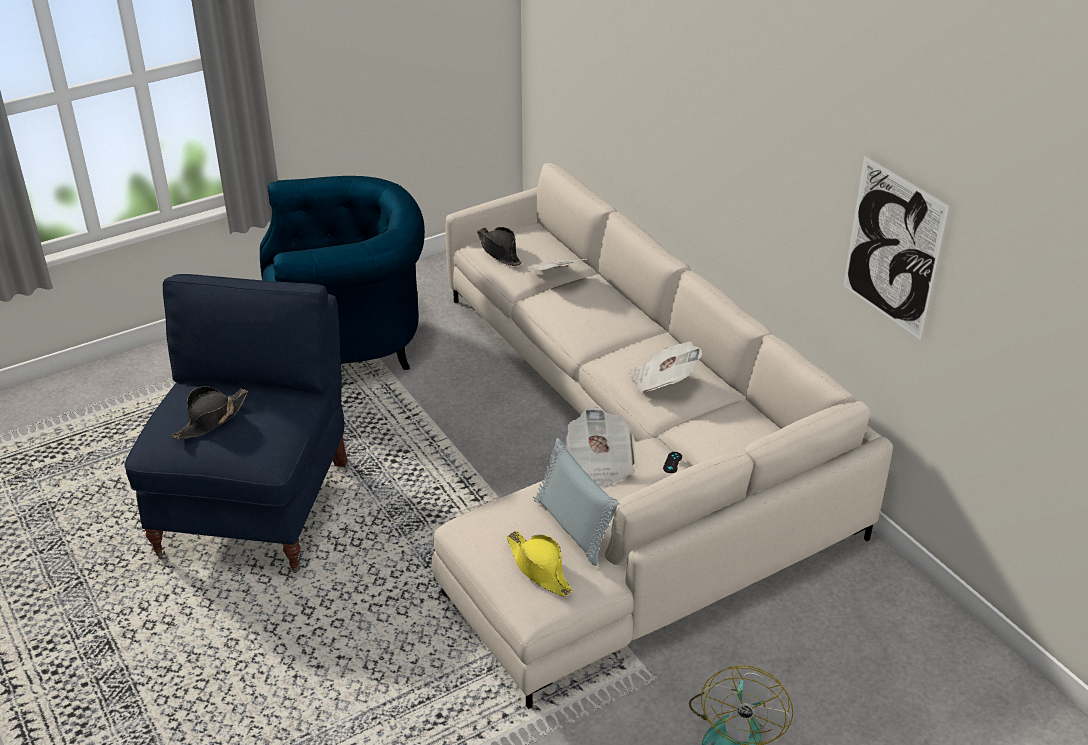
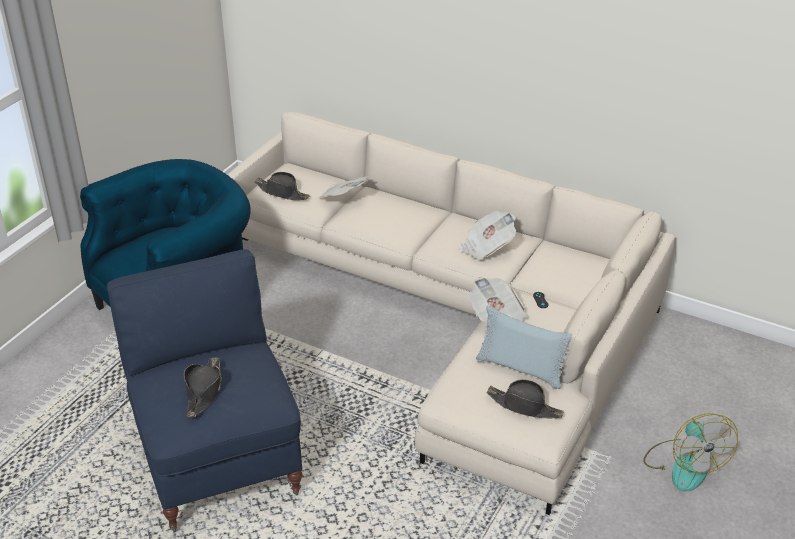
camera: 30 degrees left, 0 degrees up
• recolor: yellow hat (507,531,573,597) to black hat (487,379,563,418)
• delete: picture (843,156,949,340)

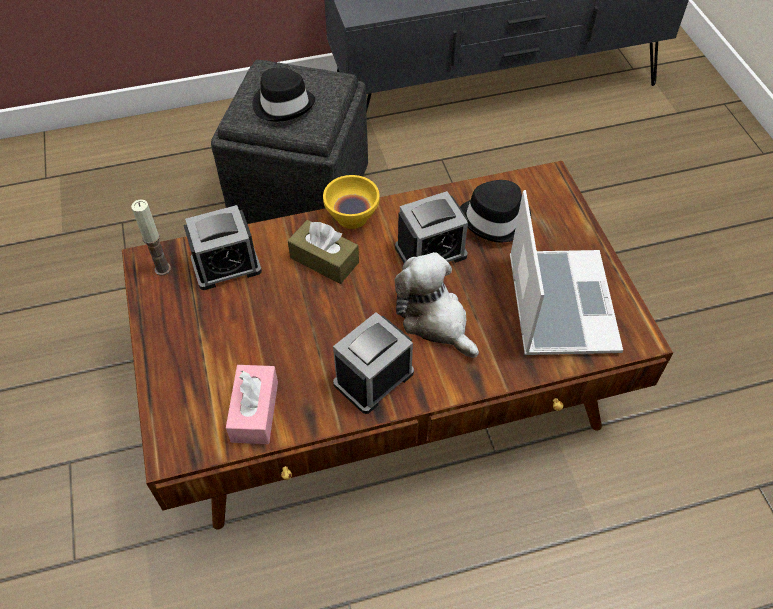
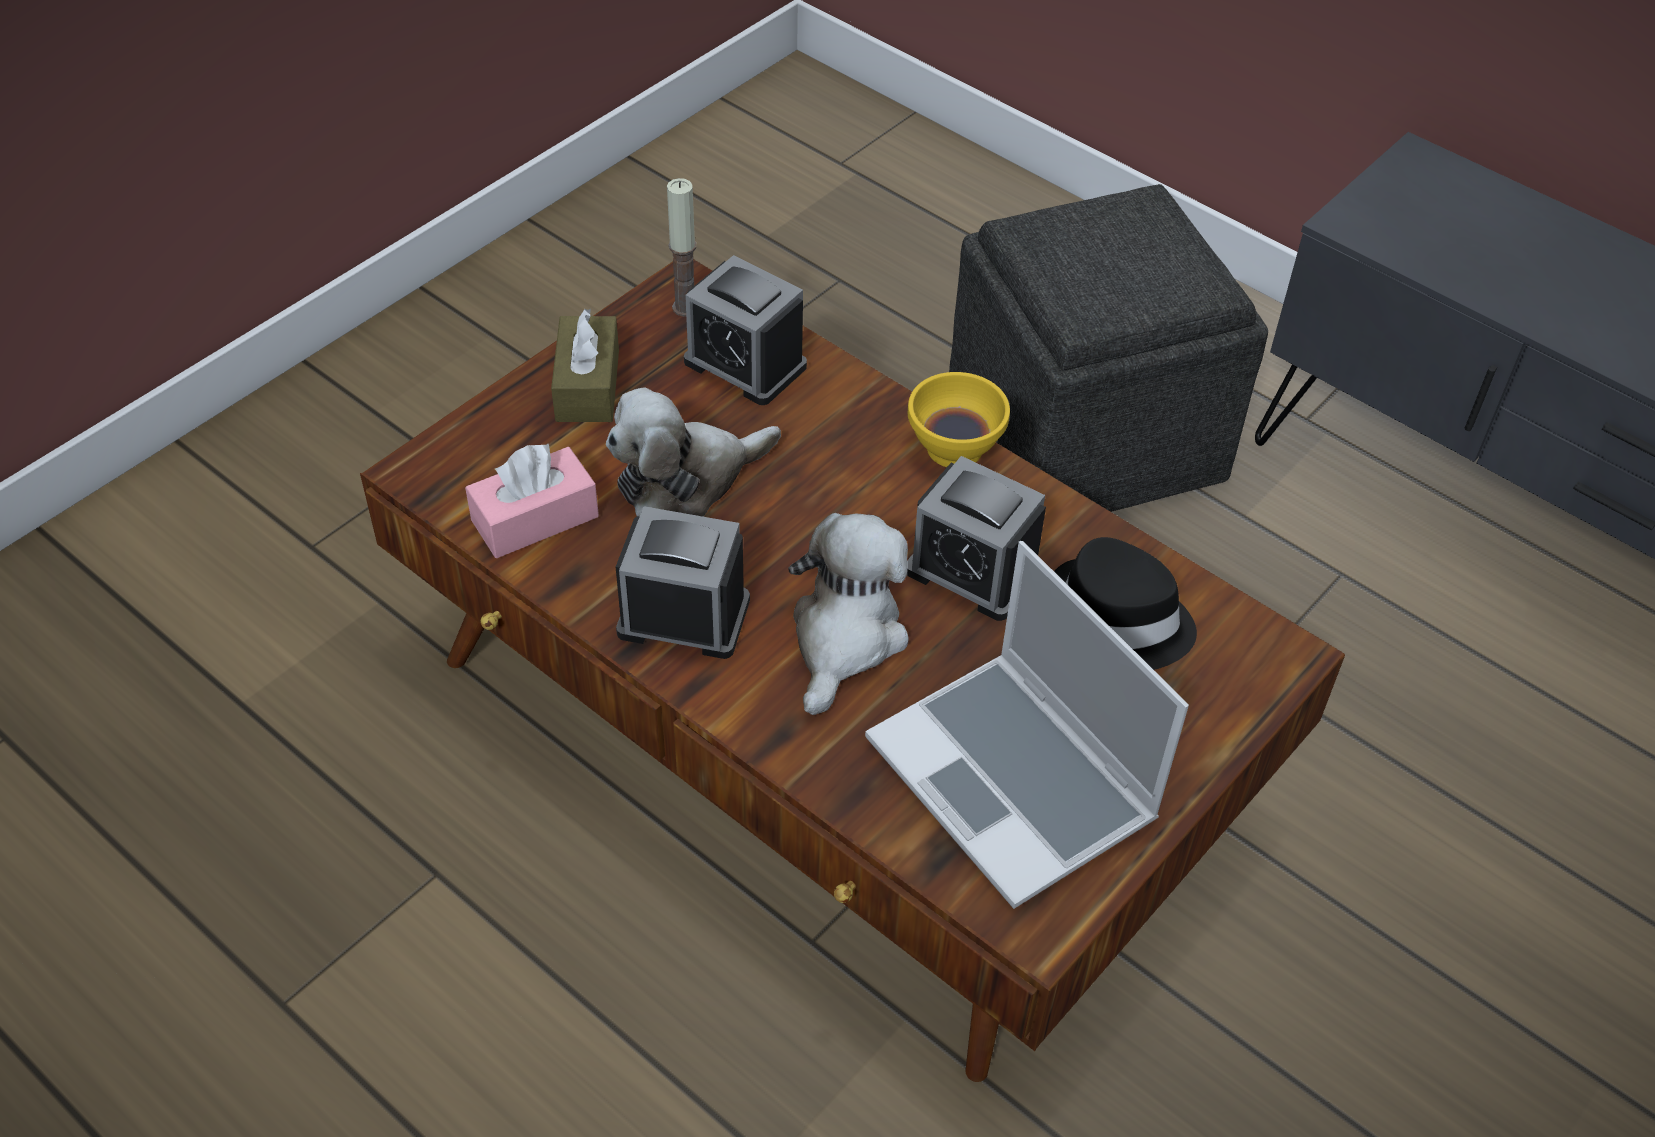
camera: 55 degrees right, 5 degrees down
• move: brown tissue box (287,220,359,284) to (551,309,619,422)
• insert: plush toy (606,388,781,517)
• rotate: laptop (510,190,623,355) = (865,541,1189,909) 90 degrees clockwise
• delete: black hat (252,67,315,122)

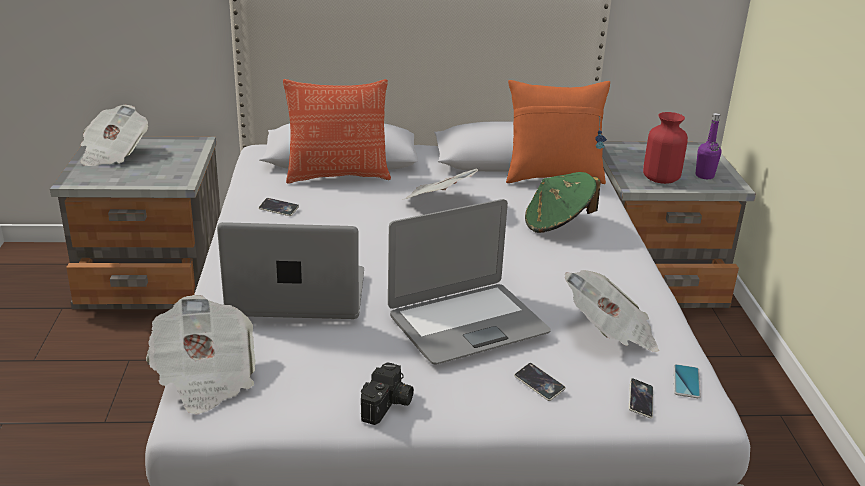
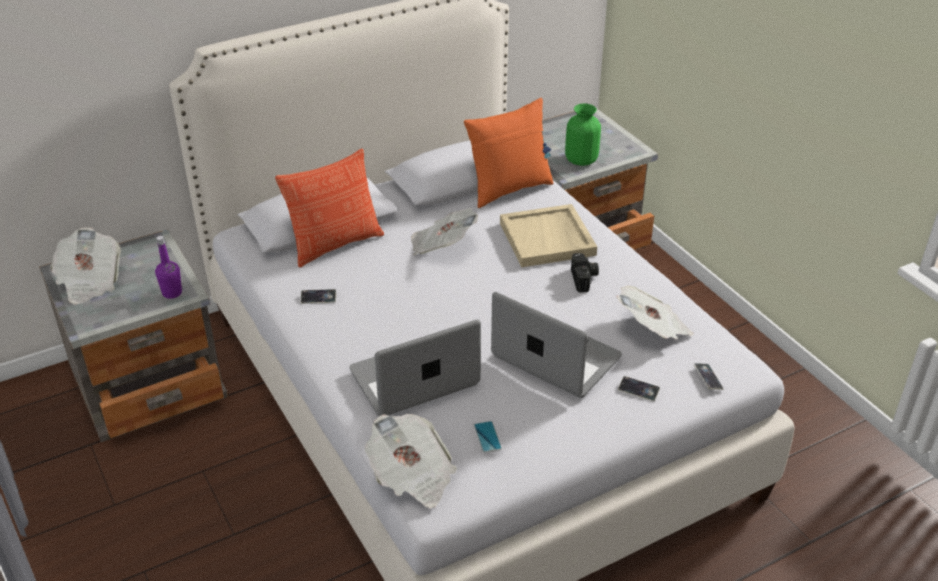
camera: 25 degrees left, 10 degrees up
• move: purple bottle (695,113,722,179) to (155,236,182,299)
• move: phone (674,364,701,398) to (473,421,502,453)
• rotate: laptop (388,199,551,364) = (491,292,622,398) 90 degrees counterclockwise
• replace: green hat (525,172,601,233) to beige tray (500,204,597,267)
• recolor: red vase (643,112,688,184) to green vase (565,104,601,166)
• move: photo camera (361,362,414,425) to (571,253,599,293)

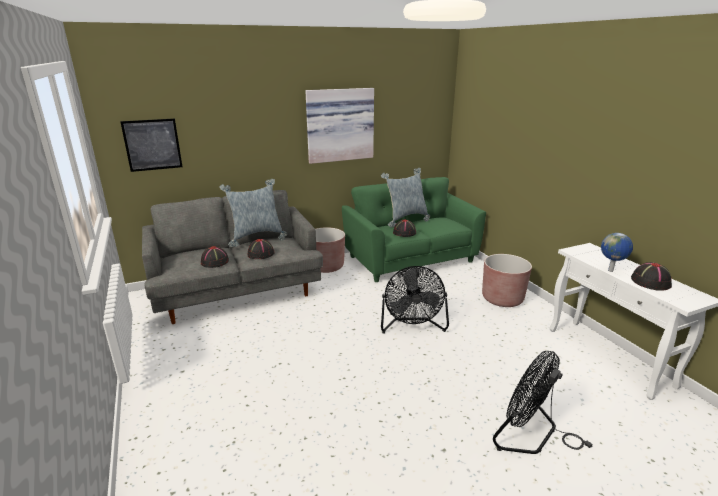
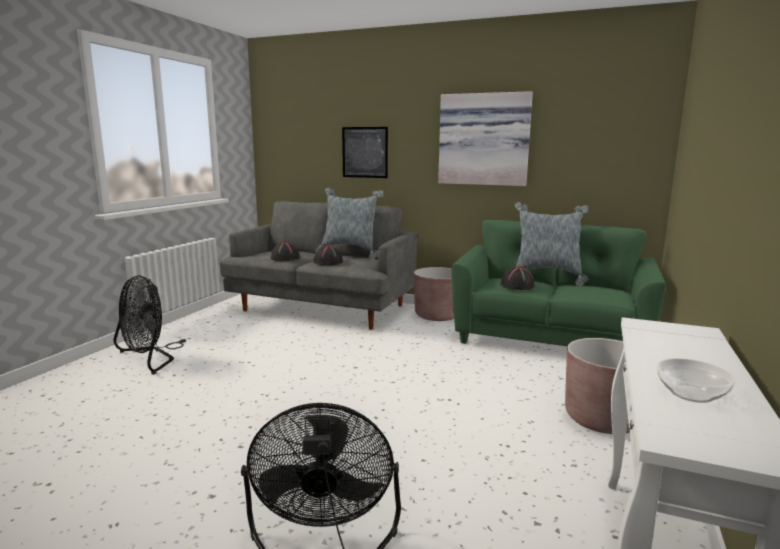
camera: 45 degrees right, 10 degrees down
• move: black fan (381,266,449,334) to (113,275,187,375)
• move: picture (120,119,182,172) to (342,127,388,178)
• replace: black hat (631,262,672,291) to bowl (657,358,735,403)
• delete: globe (601,233,633,272)

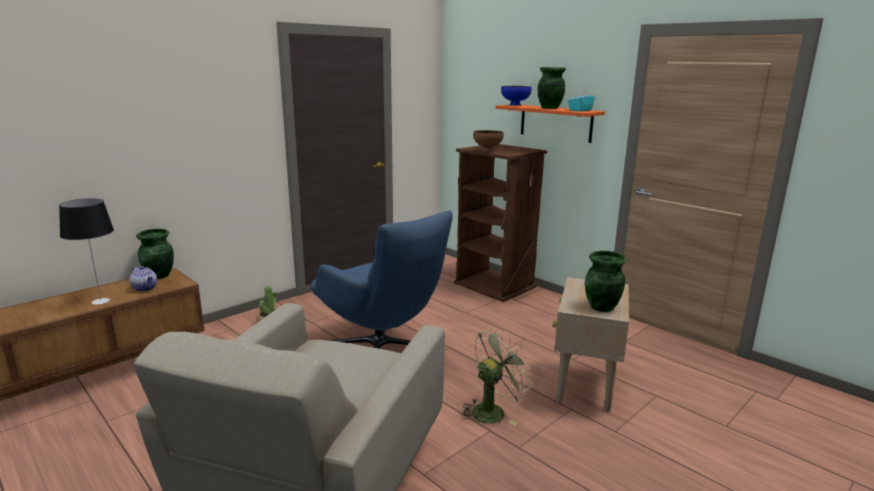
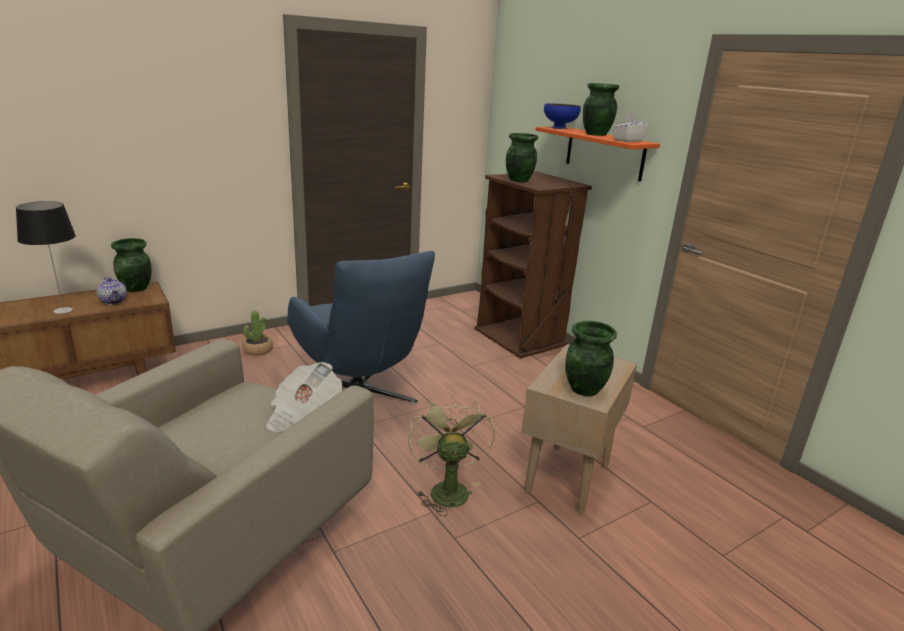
camera: 10 degrees right, 5 degrees up
• insert: newspaper (266,362,343,432)
• rotate: green fan (461,328,533,425) = (408,396,495,516) 75 degrees counterclockwise
• replace: brown bowl (473,130,504,152) to green vase (506,133,538,182)
• recolor: turquoise tissue box (568,90,595,112) to white tissue box (612,114,649,142)

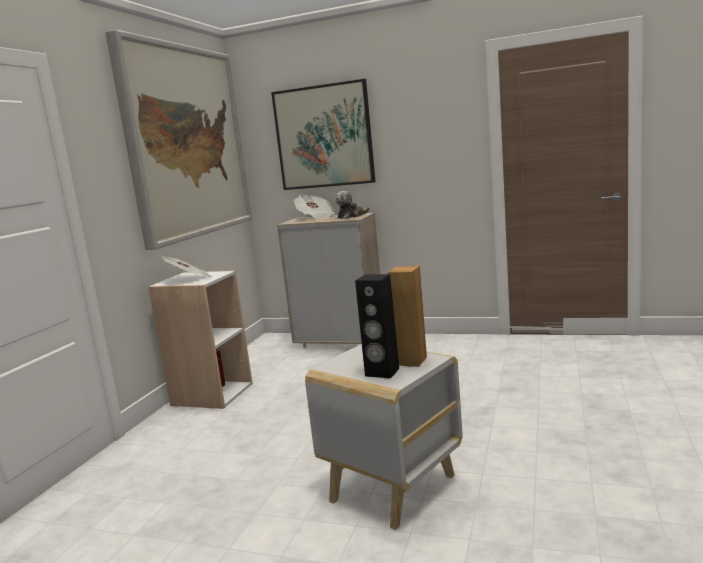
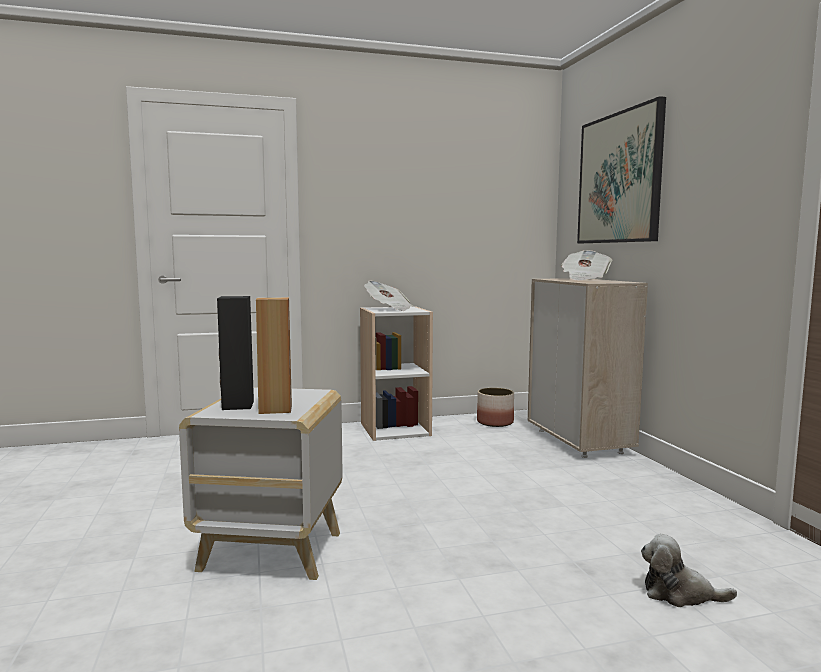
camera: 55 degrees right, 5 degrees down
• insert: planter (477,388,514,427)
• move: plush toy (335,191,369,219) to (641,534,737,607)
• delete: picture (105,29,252,250)

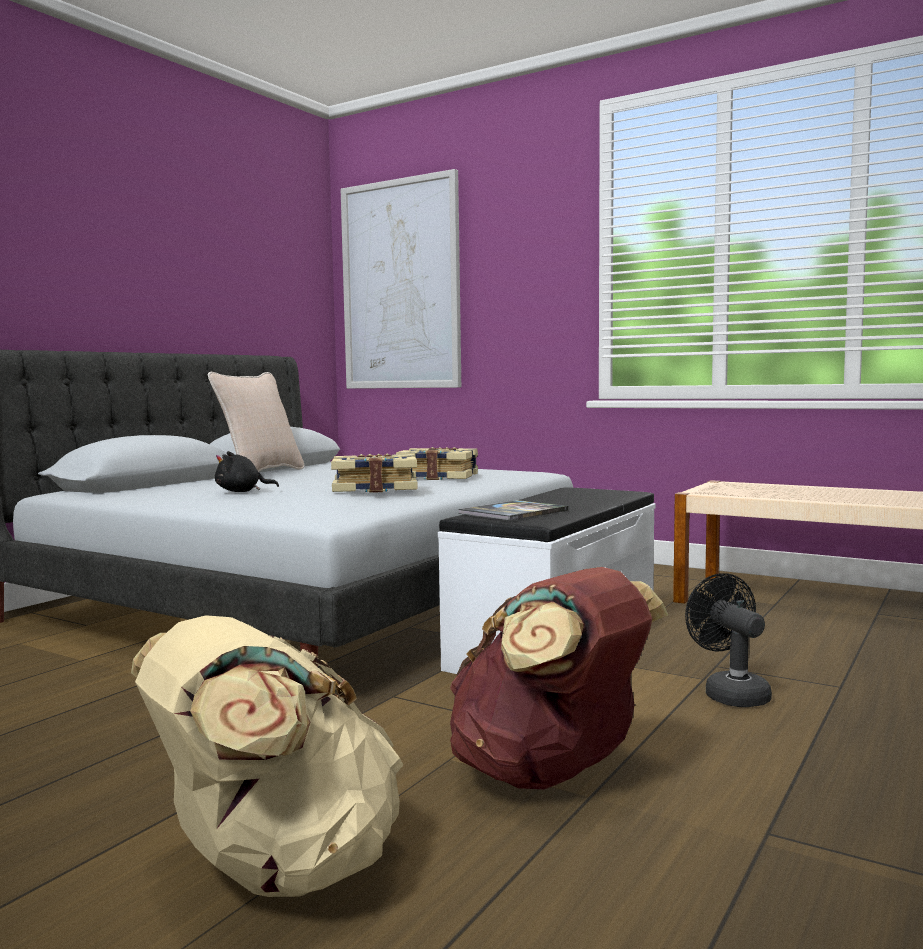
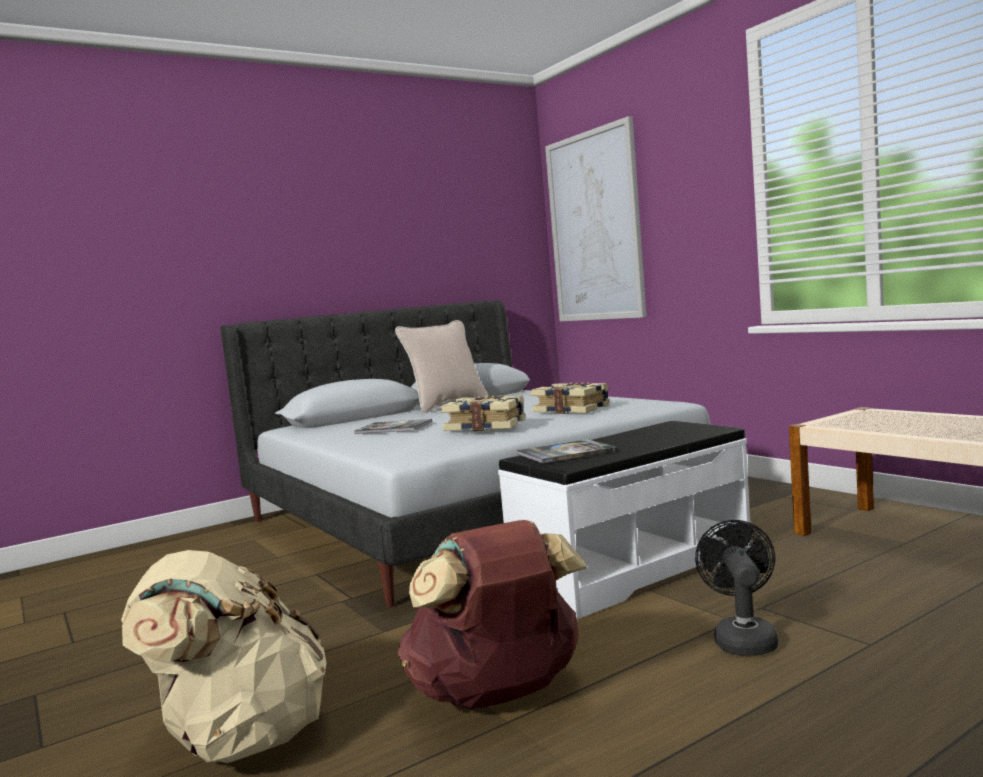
camera: 25 degrees right, 0 degrees up
• replace: black plush toy (215,451,279,492) to book (354,419,432,434)

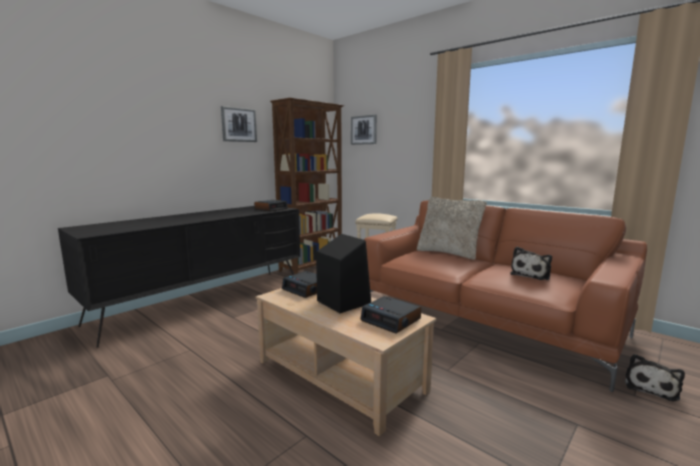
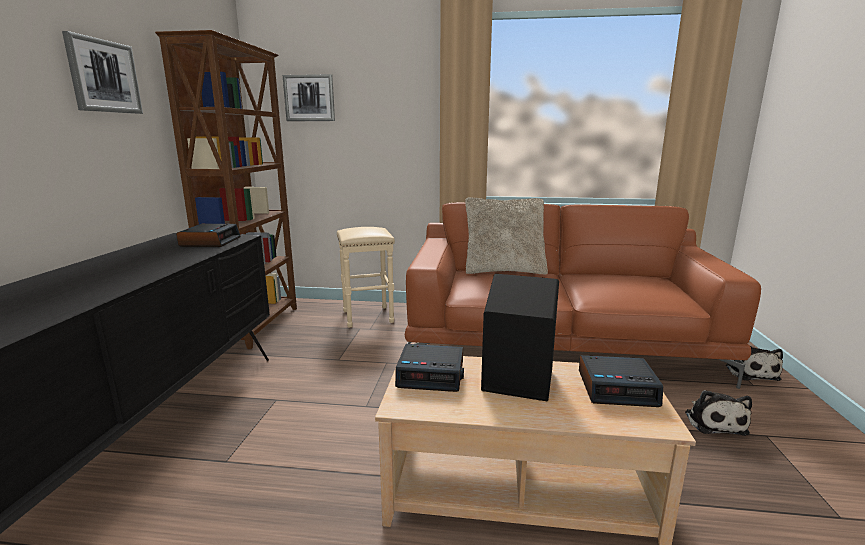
camera: 35 degrees left, 5 degrees up
• move: plush toy (510,247,552,280) to (685,390,752,436)

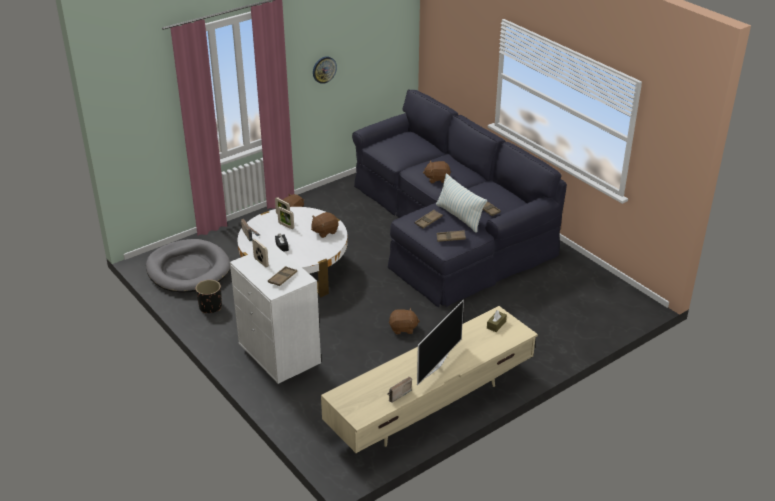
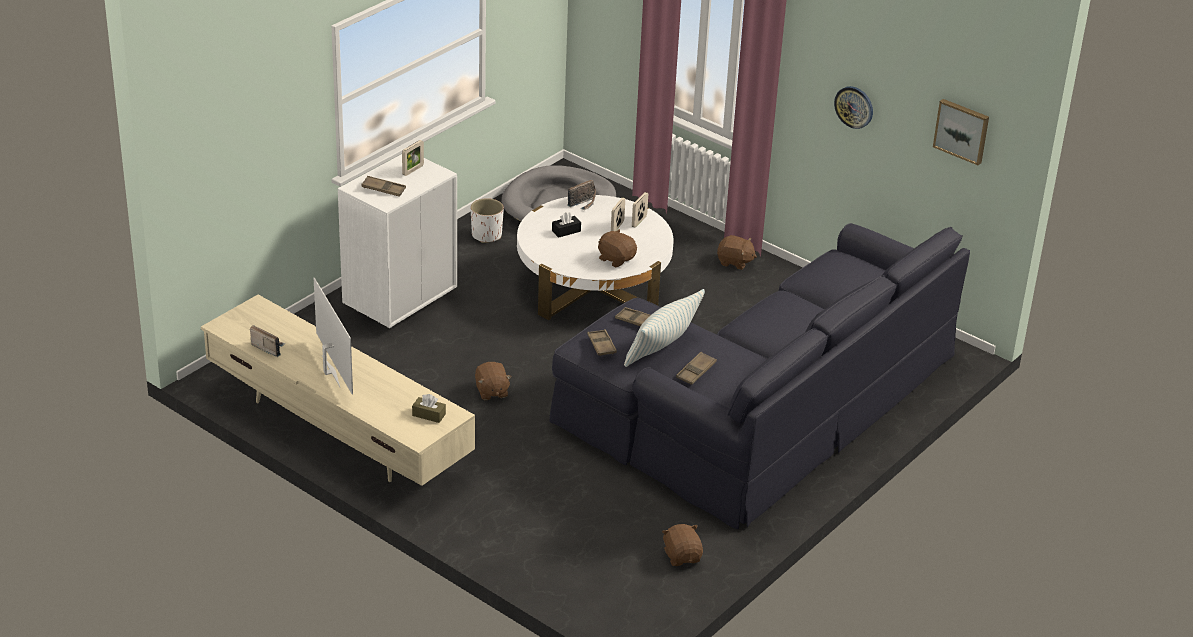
camera: 75 degrees right, 0 degrees up
• rotate: television (417,300,464,386) = (314,278,353,395) 135 degrees counterclockwise
• recolor: black planter (196,280,222,313) to white planter (471,198,504,243)
• move: brown plush toy (423,161,451,183) to (662,524,703,566)
• insert: picture (933,99,989,165)

